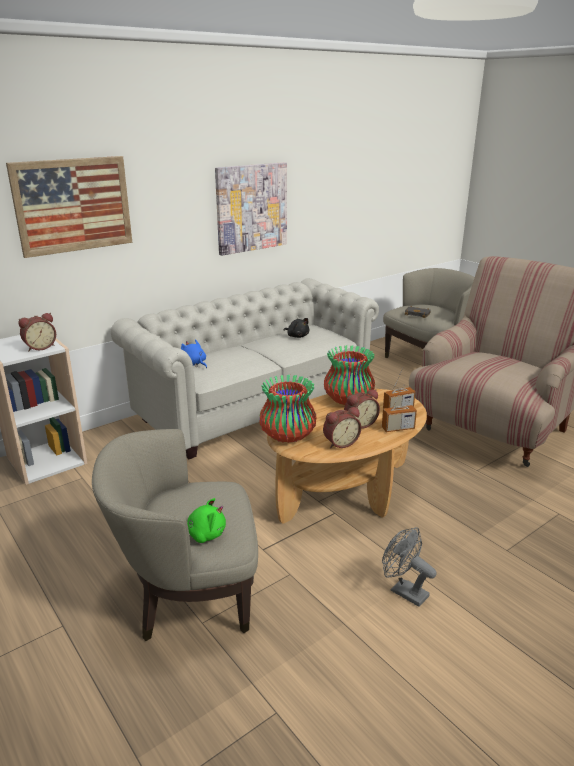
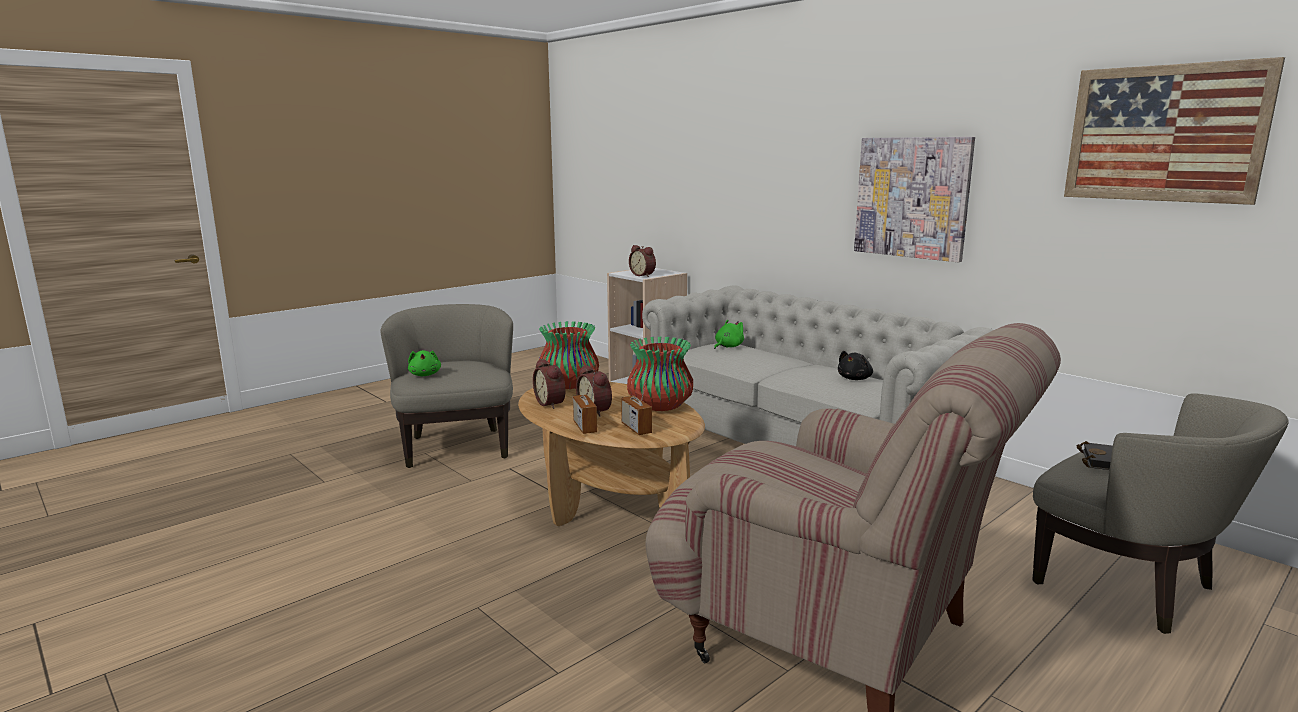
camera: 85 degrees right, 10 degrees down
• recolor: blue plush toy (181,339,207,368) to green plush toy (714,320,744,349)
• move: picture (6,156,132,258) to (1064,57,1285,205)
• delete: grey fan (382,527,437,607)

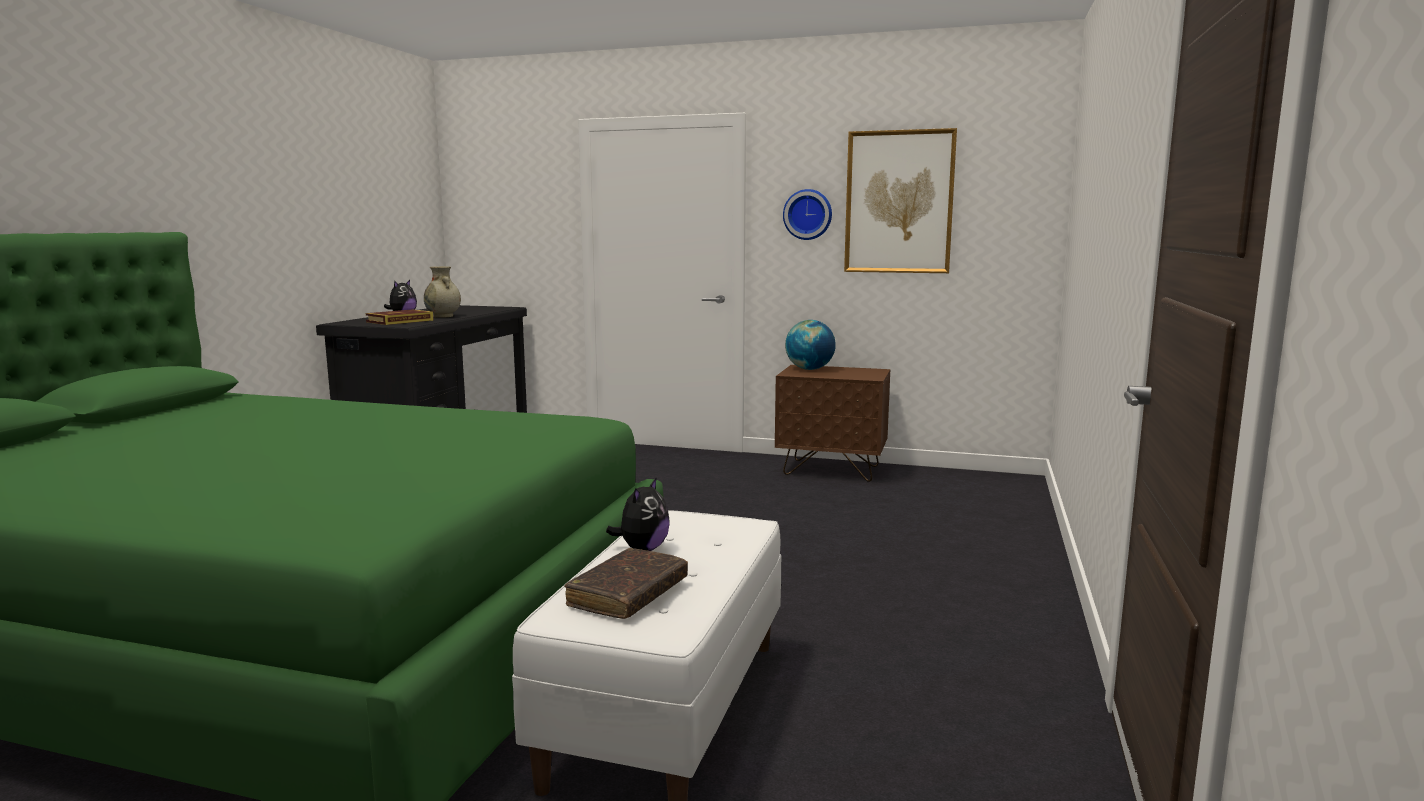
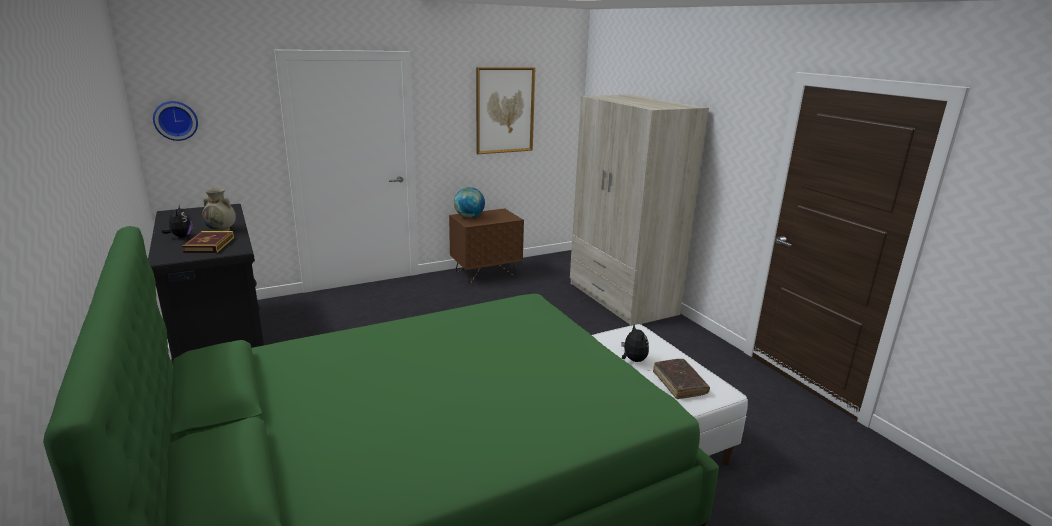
camera: 45 degrees left, 10 degrees up
• move: wall clock (783,189,832,240) to (153,101,198,141)
• insert: beige wardrobe (570,95,709,326)

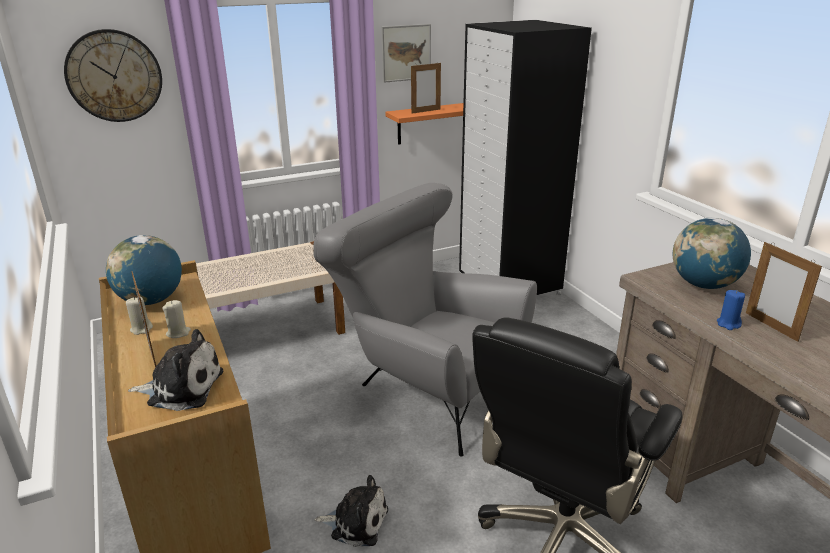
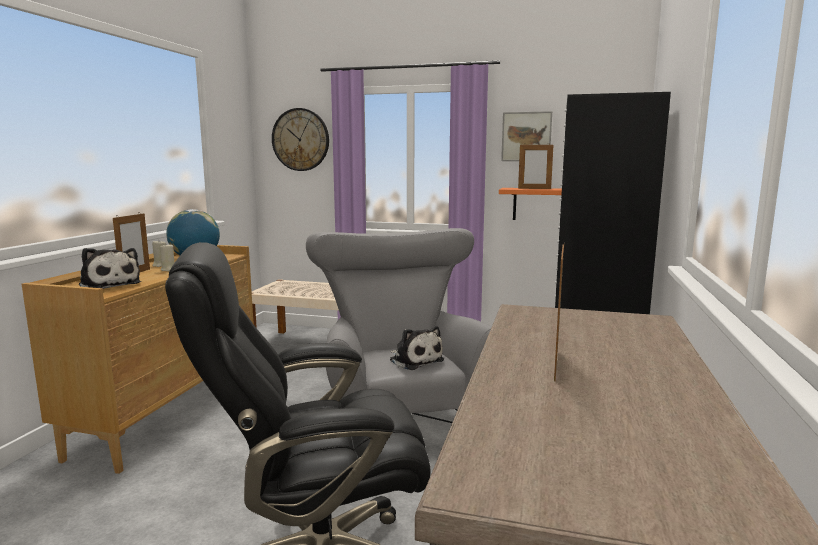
camera: 40 degrees right, 15 degrees down
• move: plush toy (315,475,388,547) to (390,326,444,370)
• delete: globe (673,218,751,289)
• delete: blue candle (717,290,745,330)

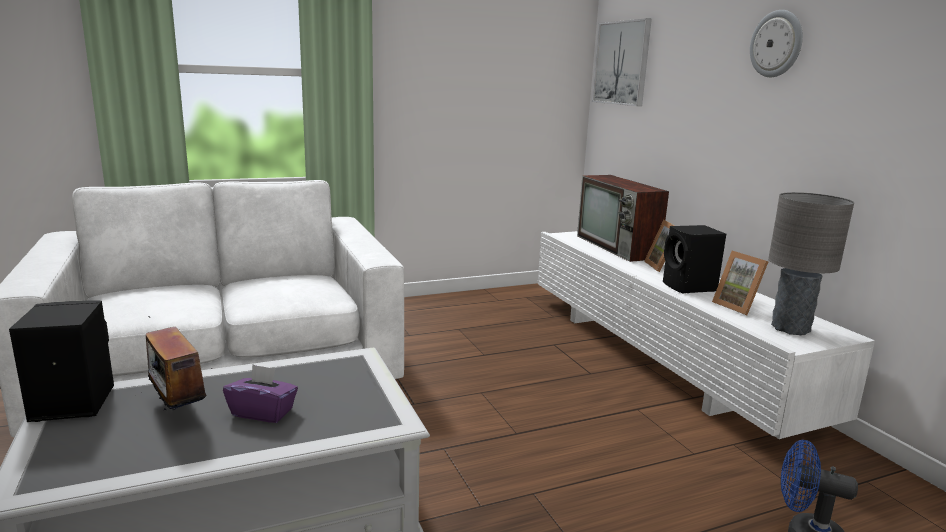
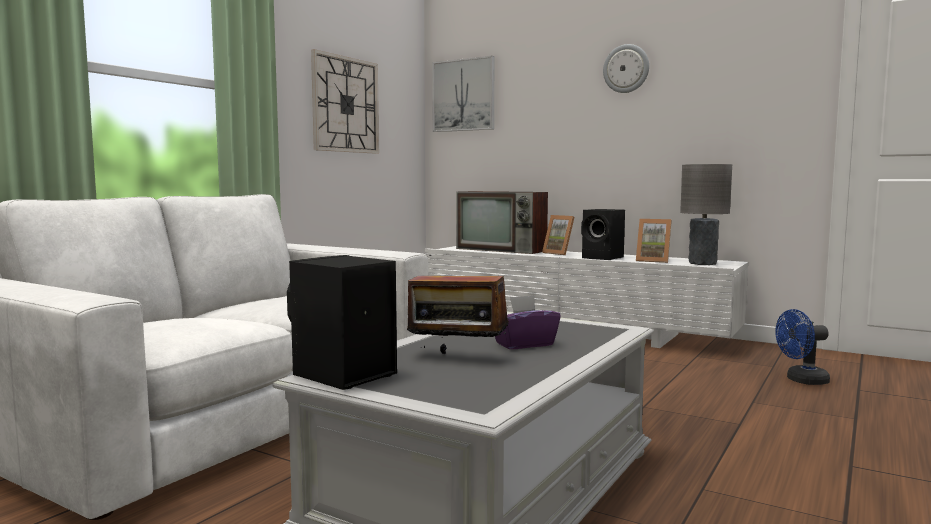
camera: 35 degrees left, 10 degrees down
• insert: wall clock (311,49,379,154)

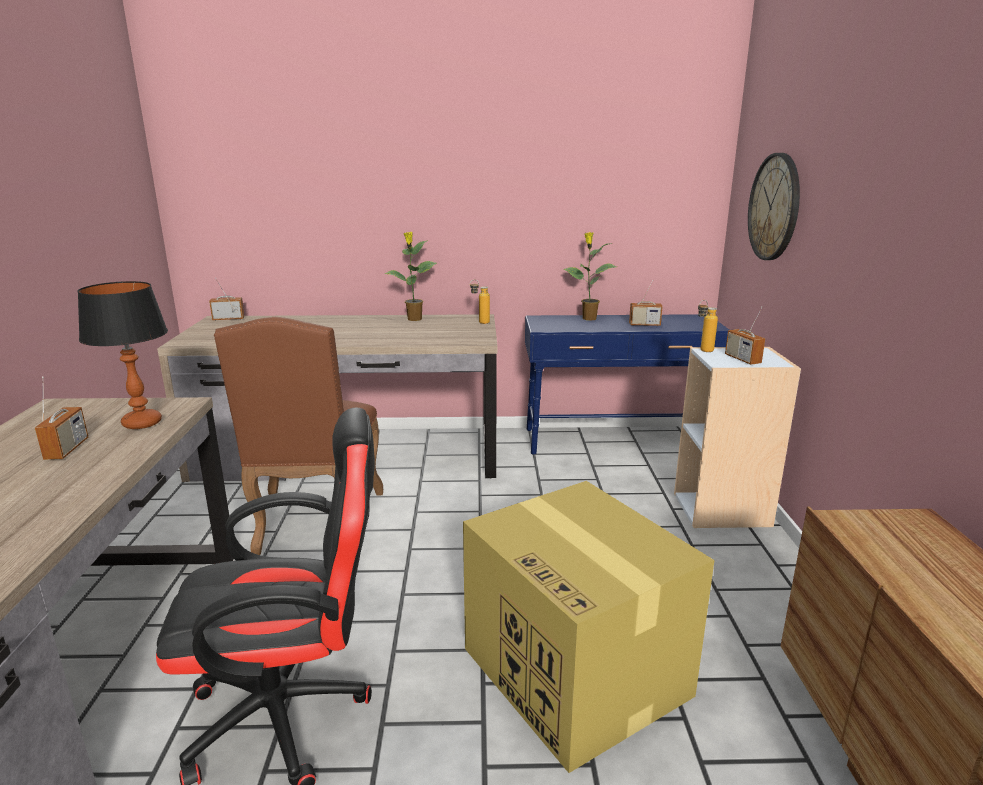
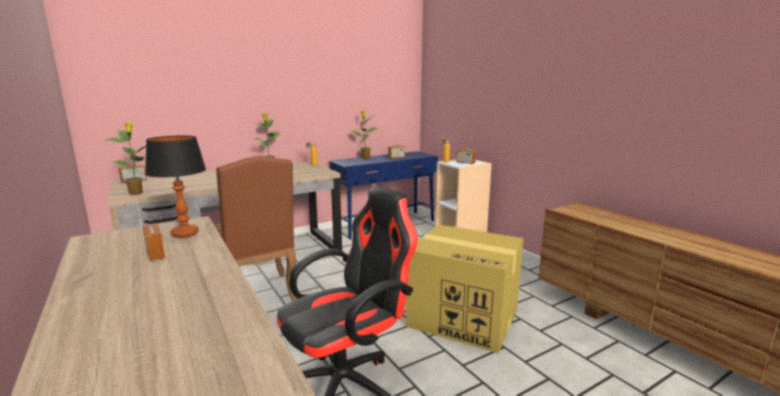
camera: 30 degrees left, 5 degrees down
• insert: potted plant (105,123,146,195)
• delete: wall clock (748,153,800,260)

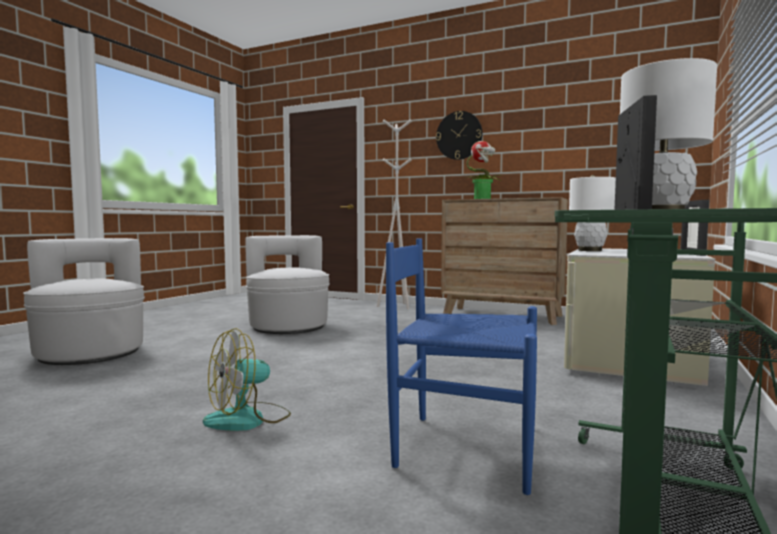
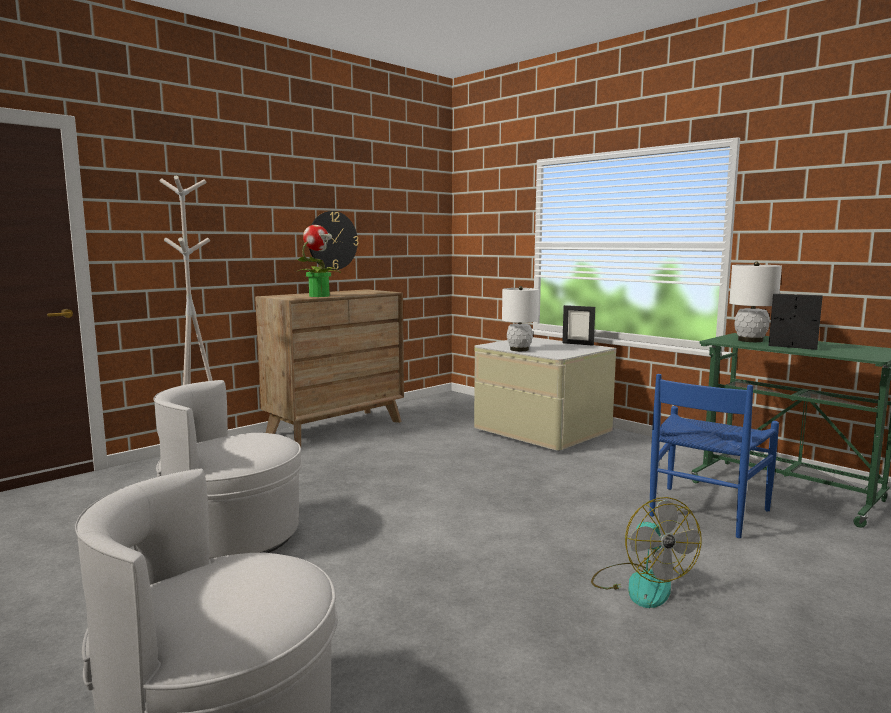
camera: 70 degrees left, 5 degrees up
• move: wall clock (436,111,483,160) to (309,211,359,270)

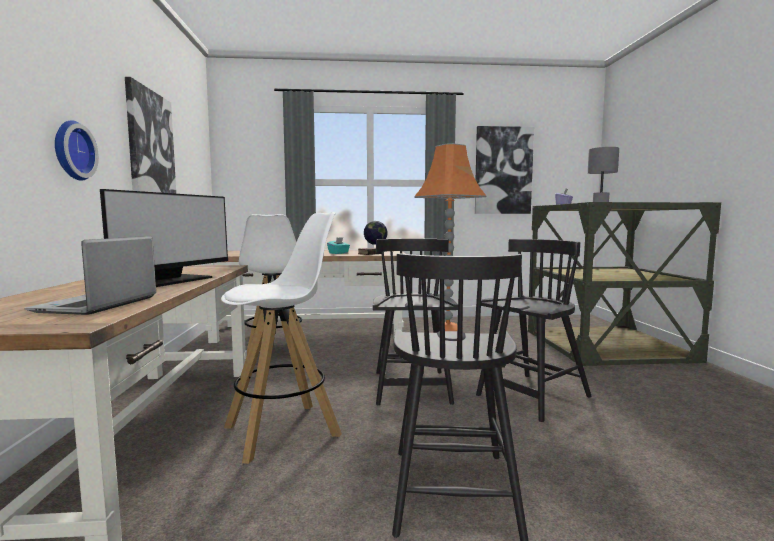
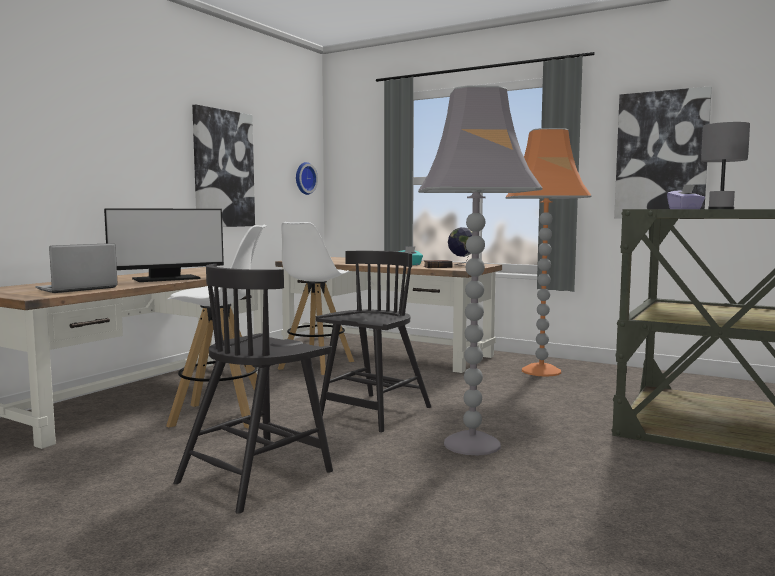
camera: 35 degrees right, 0 degrees up
• move: wall clock (55,120,99,181) to (296,162,318,195)
• replace: black chair (476,239,592,422) to grey floor lamp (418,85,542,455)

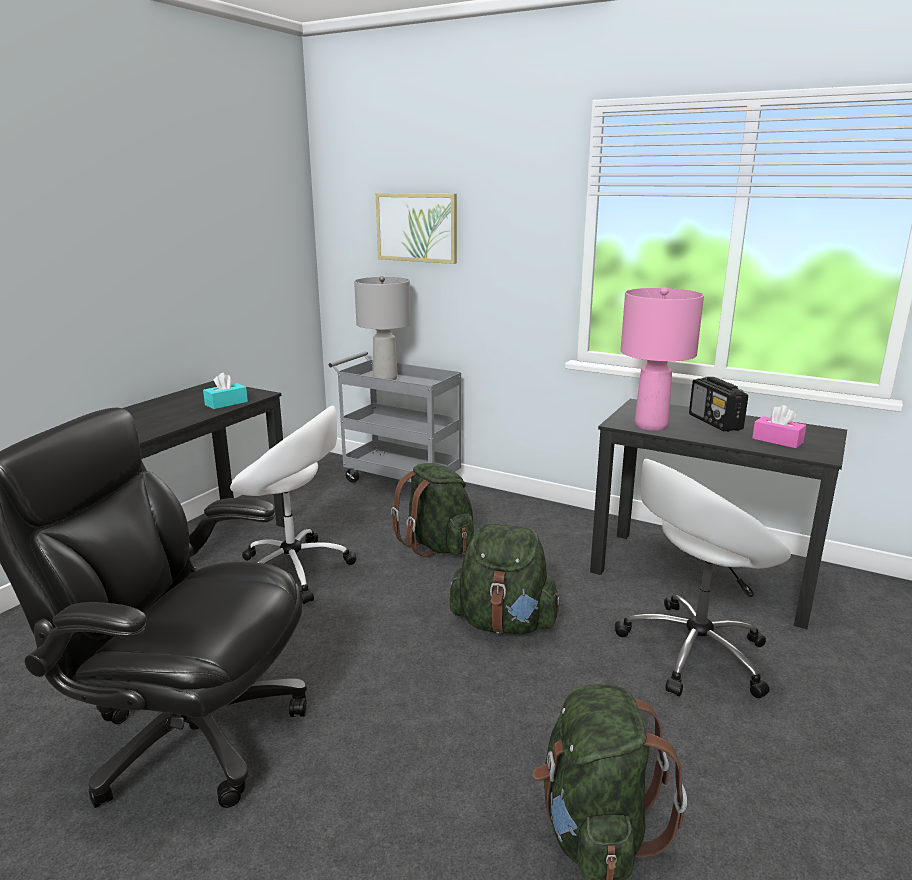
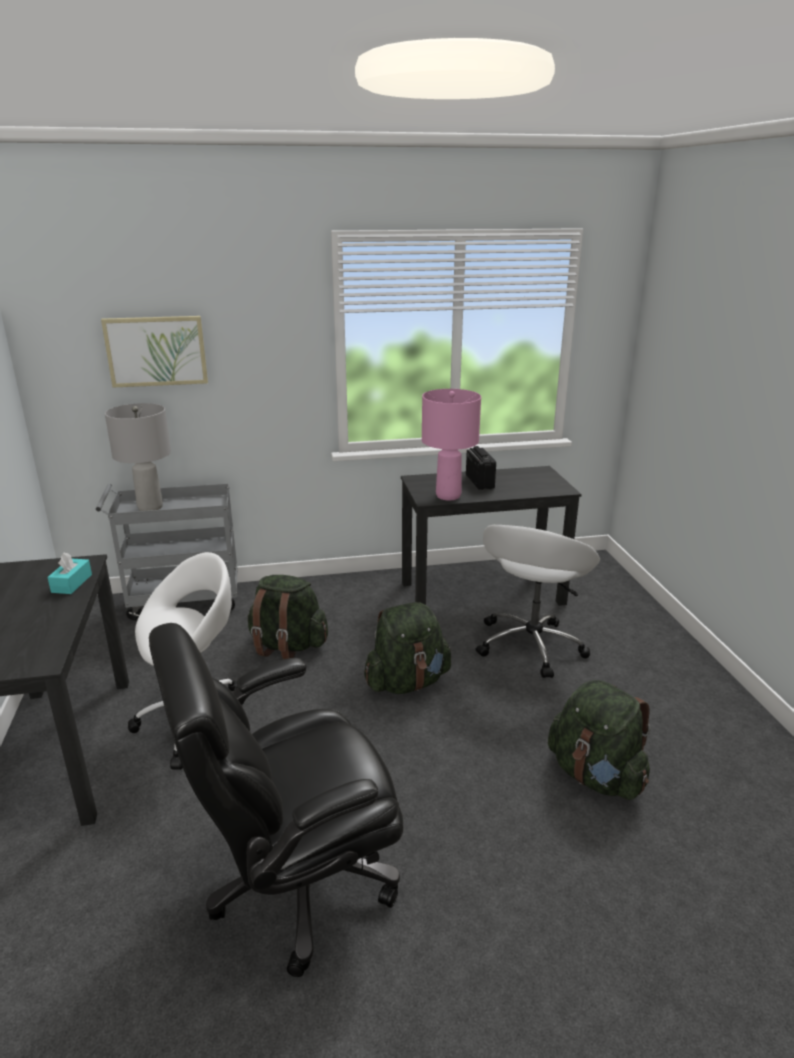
camera: 40 degrees left, 5 degrees up
• rotate: radio (689,377,748,432) = (466,446,496,490) 135 degrees counterclockwise
• delete: pink tissue box (752,405,806,448)

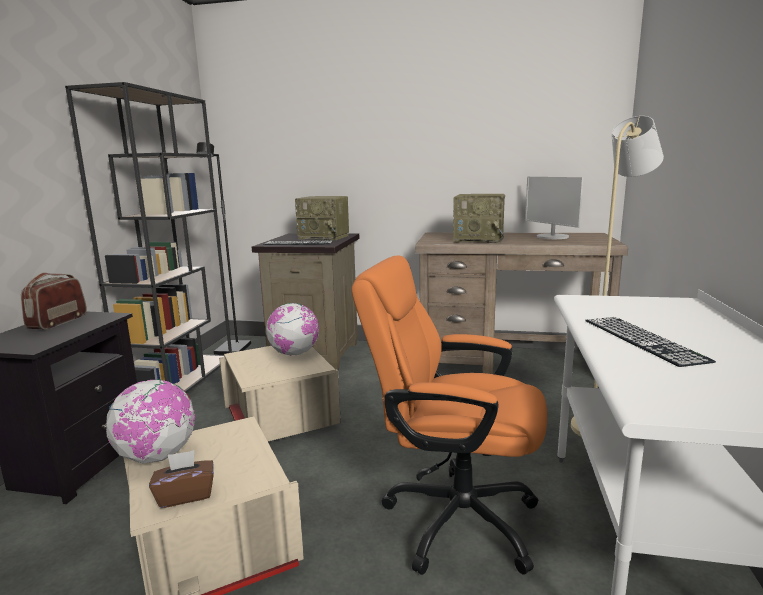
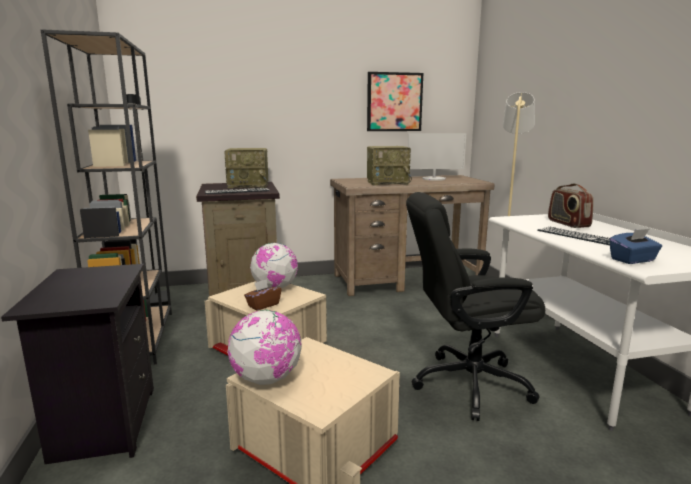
camera: 25 degrees left, 0 degrees up
• move: brown tissue box (149,450,214,508) to (244,279,282,311)
• insert: picture (367,72,423,131)
• recolor: orange office chair (352,256,547,575) to black office chair (406,192,545,421)
• rotate: monitor (525,177,583,239) = (408,133,466,181) 45 degrees counterclockwise
• move: radio (21,273,87,329) to (548,183,594,228)
• insert: blue tissue box (609,229,662,264)

